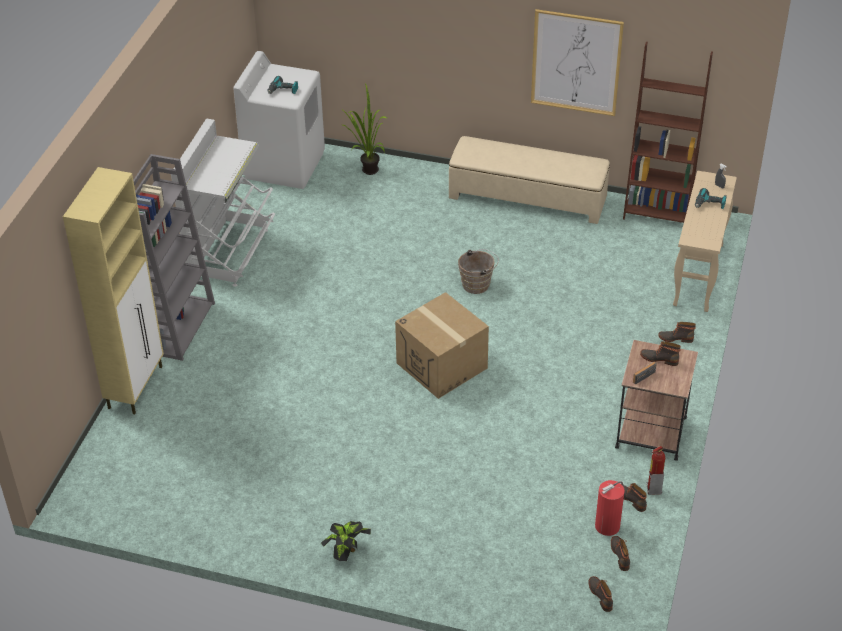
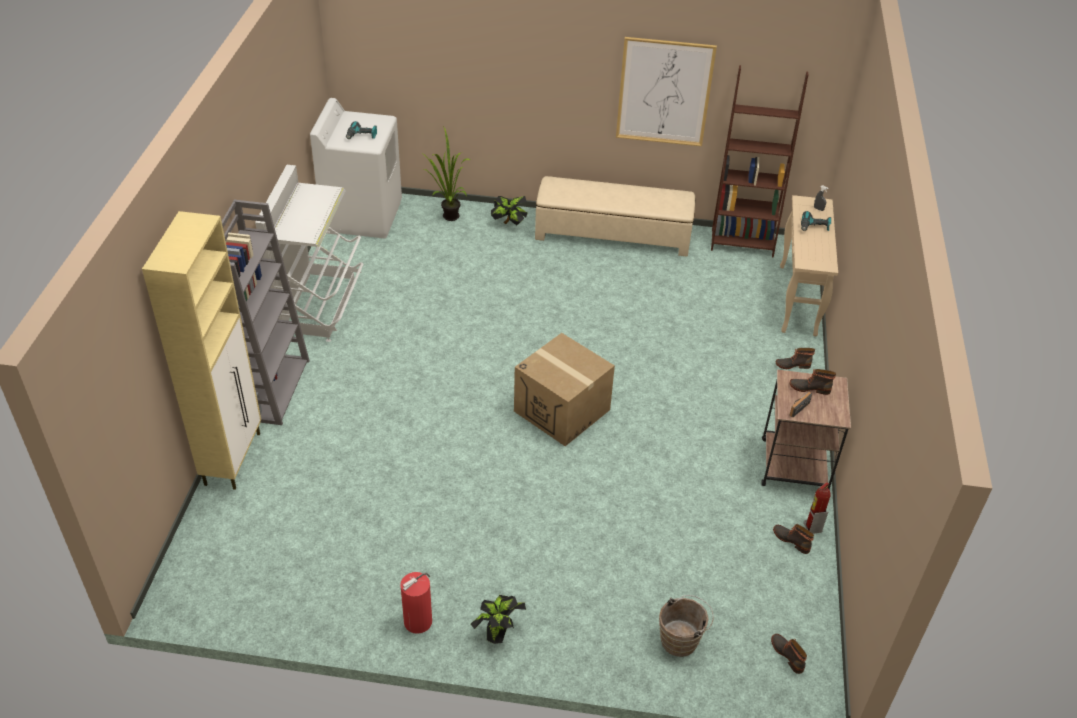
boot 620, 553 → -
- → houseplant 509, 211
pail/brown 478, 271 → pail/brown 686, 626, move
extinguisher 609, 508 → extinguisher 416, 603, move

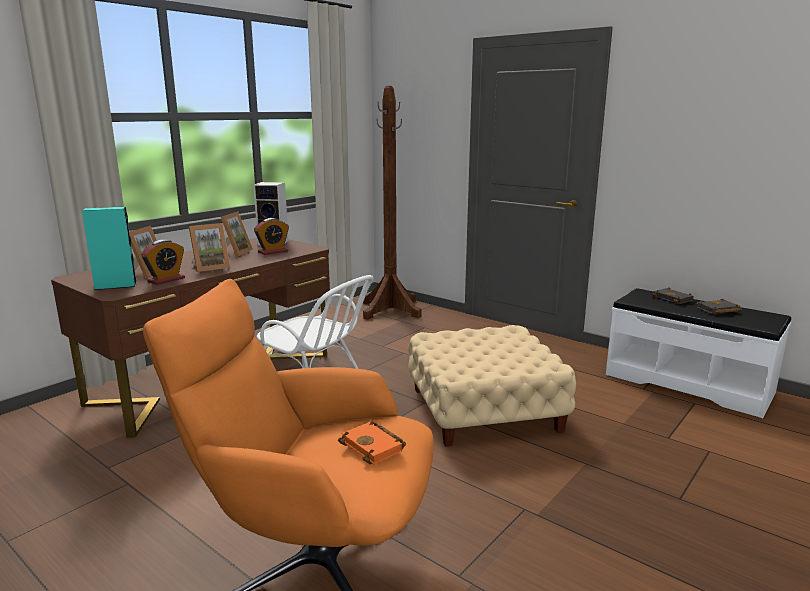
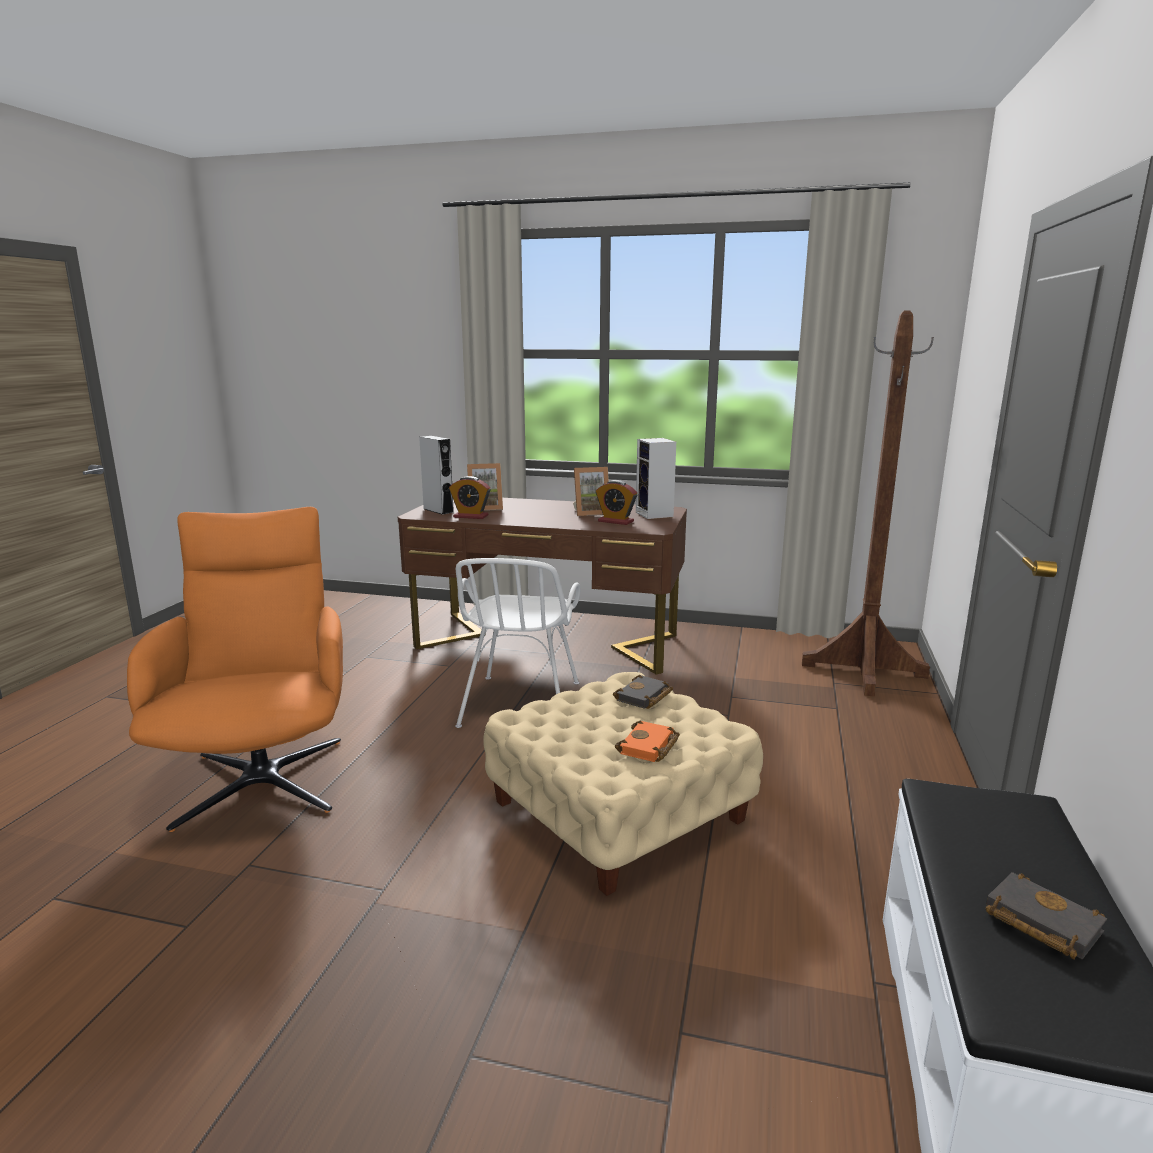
photo frame 209, 247 → -
book/orange-coloured 372, 443 → book/orange-coloured 647, 741, move
book/black 673, 296 → book/black 643, 692, move
audio speaker/turquoise 109, 248 → audio speaker/gray 436, 475

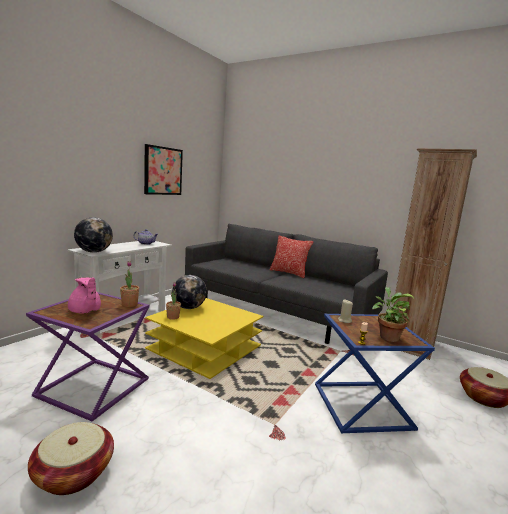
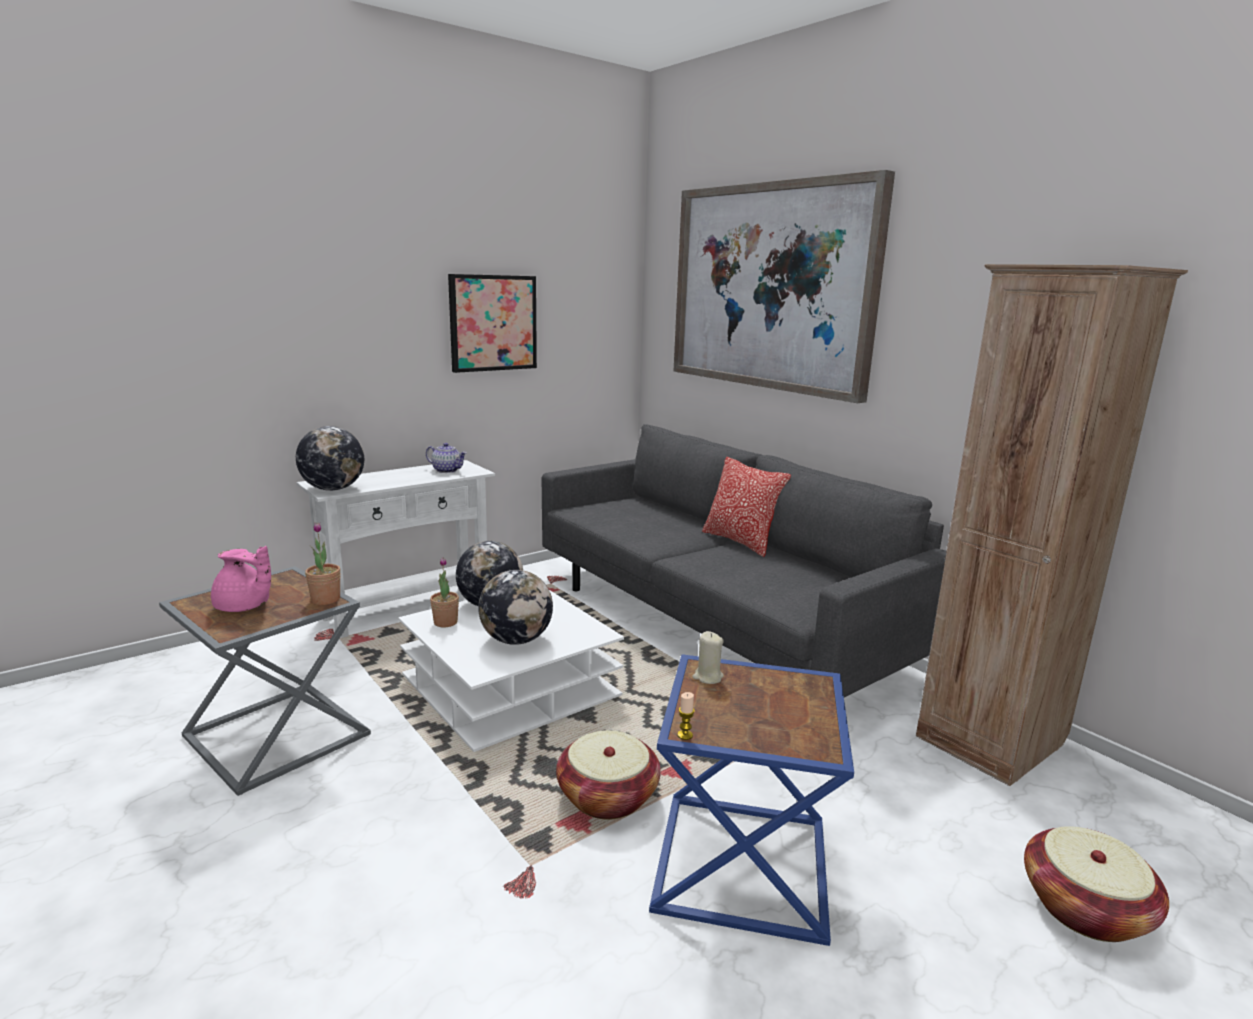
houseplant 393, 314 → -
- → globe 515, 607
- → wall picture 784, 286
storage basket 71, 458 → storage basket 608, 775, move
side table/purple-coloured 88, 356 → side table/gray 265, 681
low table/yellow 204, 338 → low table/whitish 511, 671
pot for tea/pinkish 84, 295 → pot for tea/pinkish 241, 579, 45 degrees counterclockwise

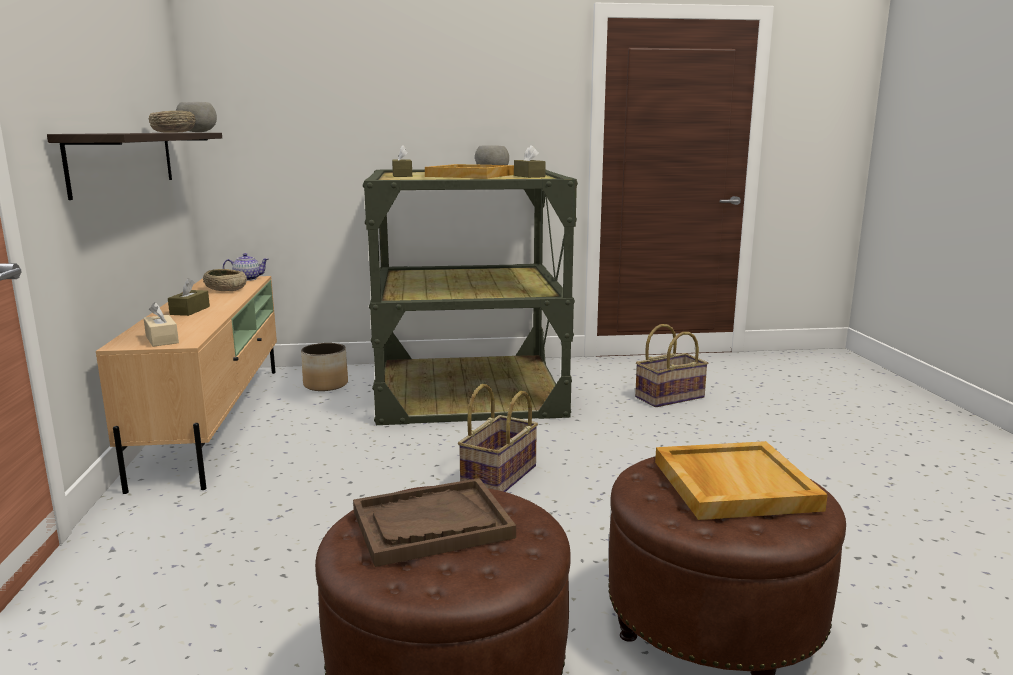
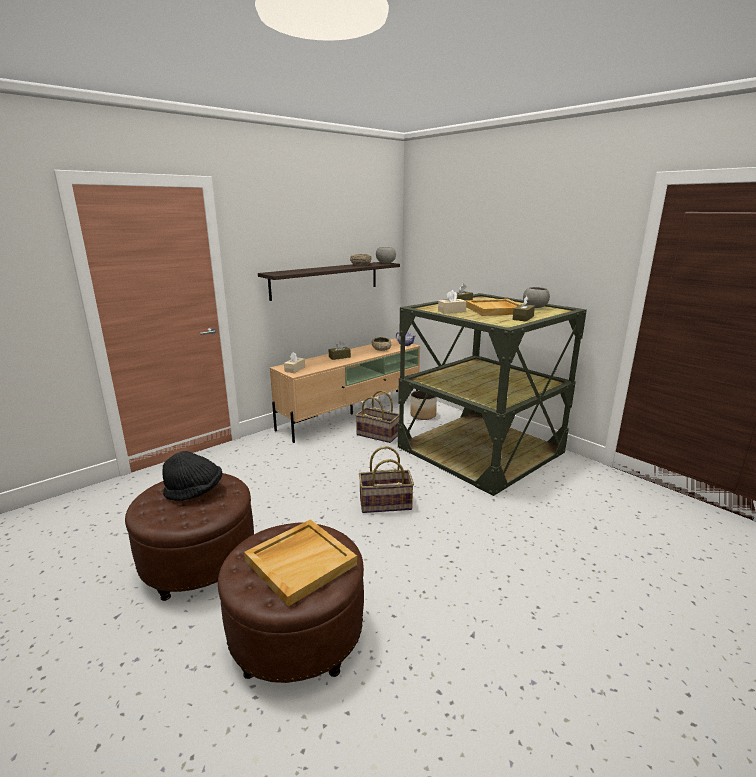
- → tissue box/beige 452, 302
storage basket 671, 365 → storage basket 377, 416, move
carrying tray/brown 434, 522 → hat/black 192, 476

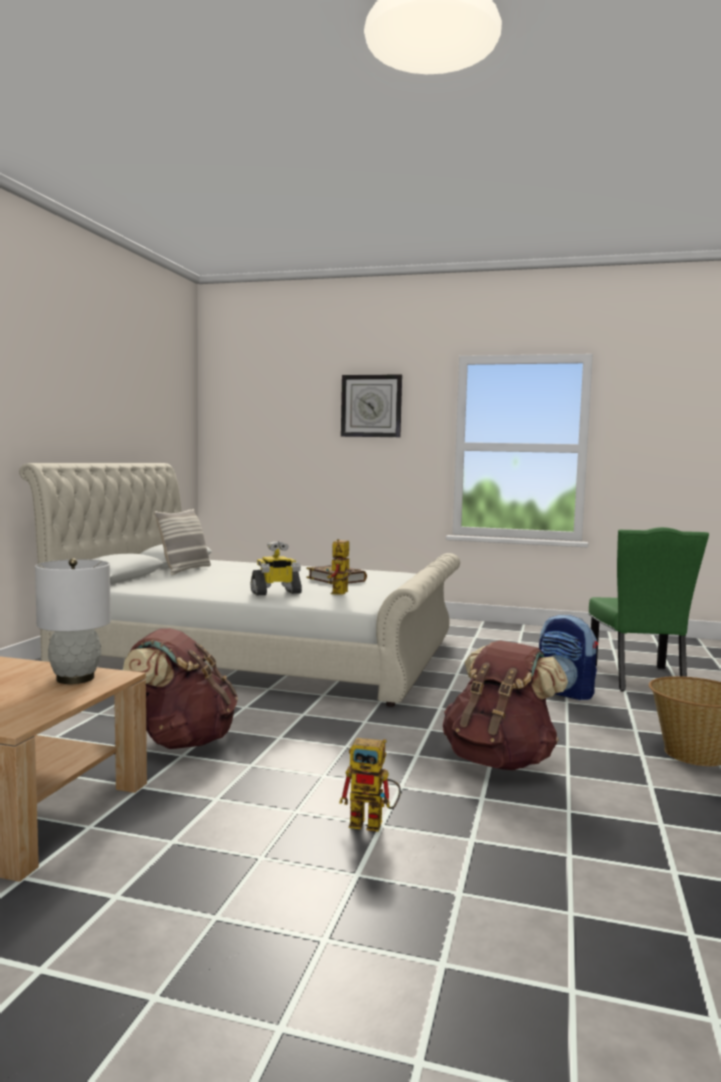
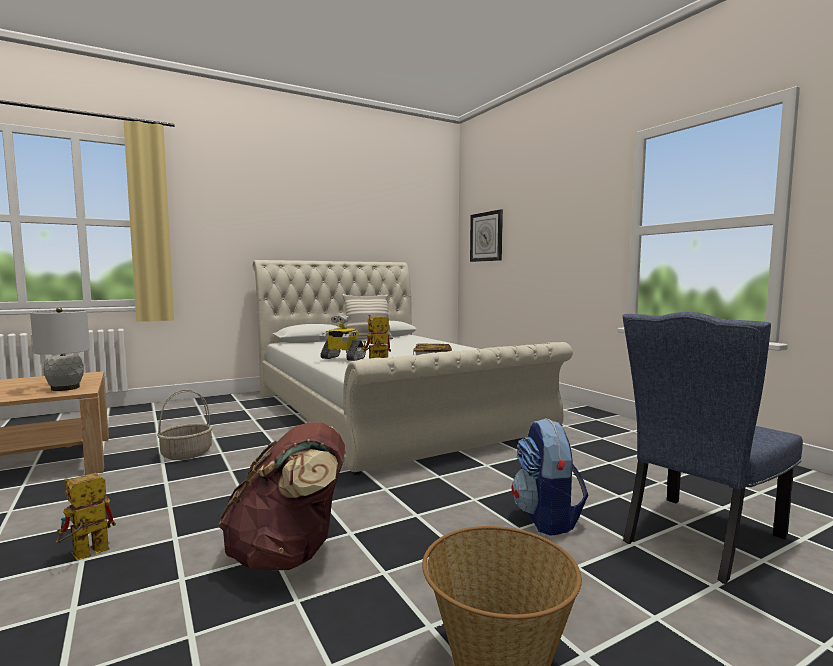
wall clock 371, 406 → wall clock 486, 235, move
backpack/brown 180, 688 → storage basket 185, 425
plain chair/green 648, 609 → plain chair/bluish 713, 448
toy robot 370, 785 → toy robot 86, 516, 75 degrees clockwise

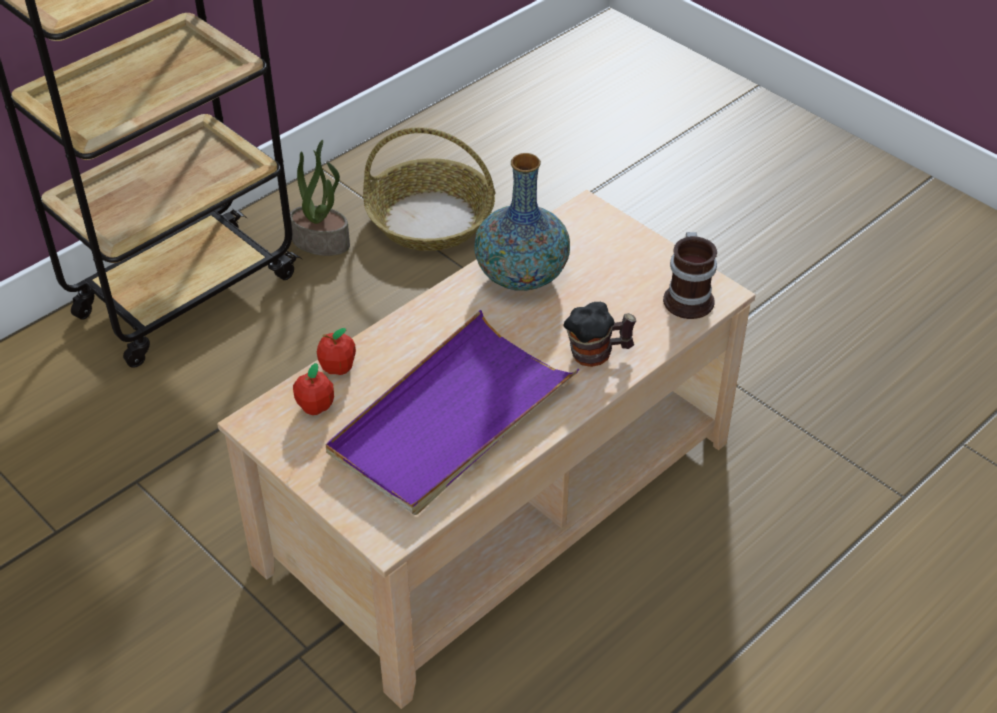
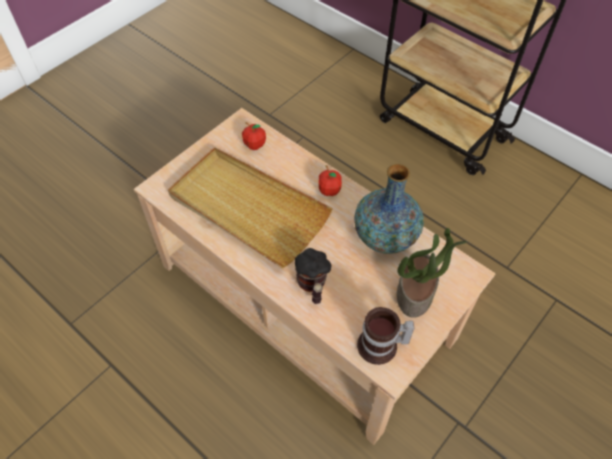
storage basket 429, 189 → -
houseplant 320, 198 → houseplant 432, 273, move
apple 336, 351 → apple 330, 180, move
carrying tray/purple-coloured 452, 412 → carrying tray/beige 250, 207

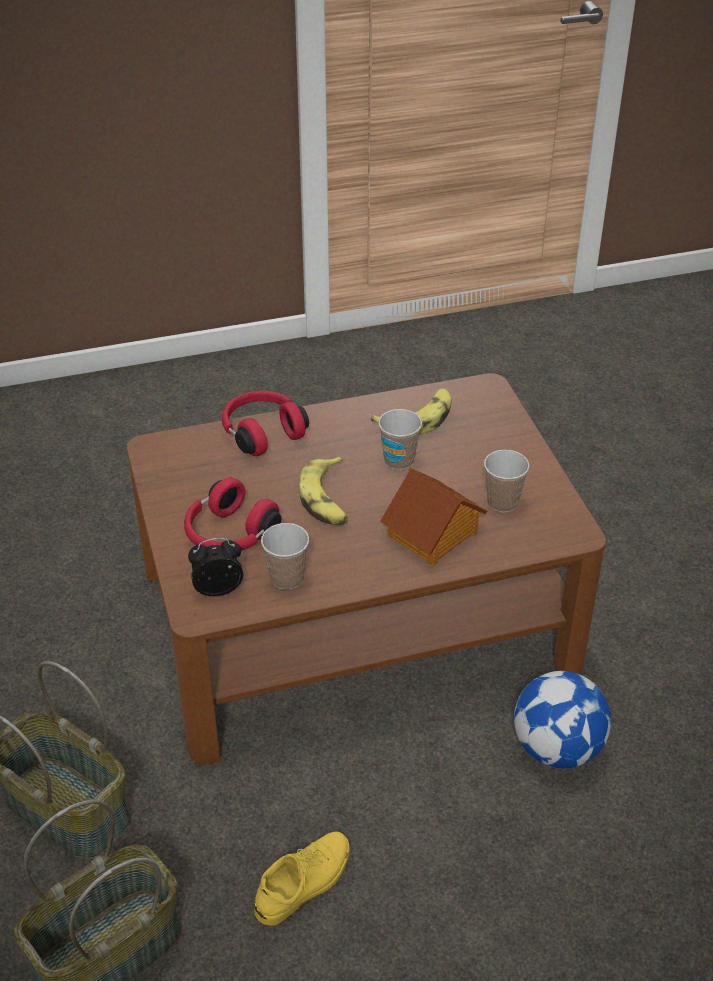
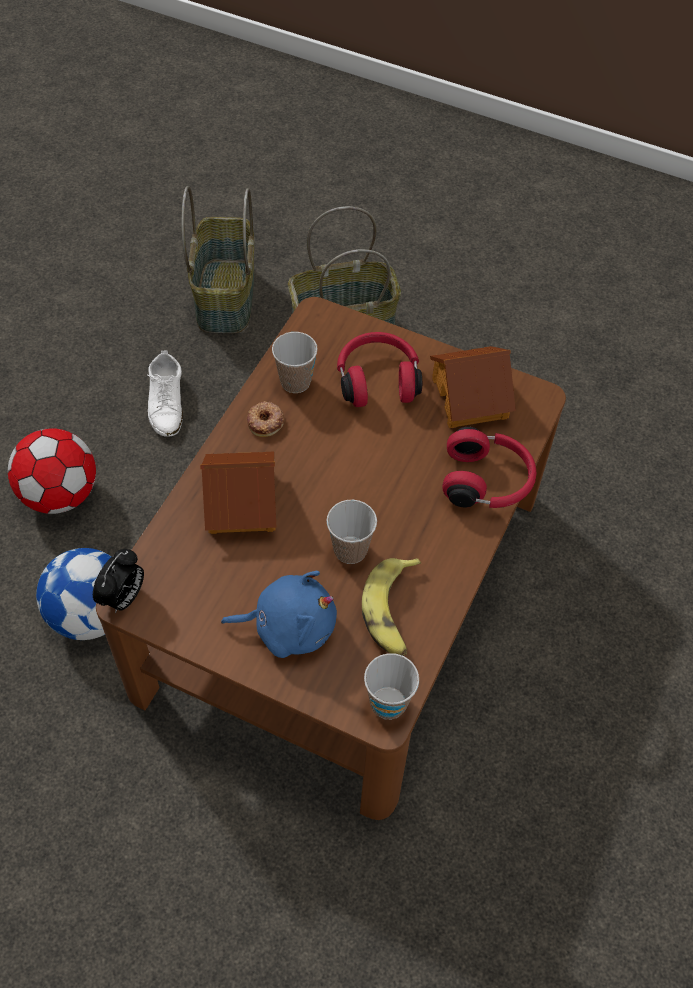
banana 323, 490 → -
- → ball for football 52, 471
- → plush toy/bluish 279, 614
- → donut 266, 419
- → toy house 473, 387
bedside clock 215, 567 → bedside clock 118, 581, move
cup 507, 481 → cup 391, 686, move
item of footwear/yellow 302, 879 → item of footwear/whitish 165, 393

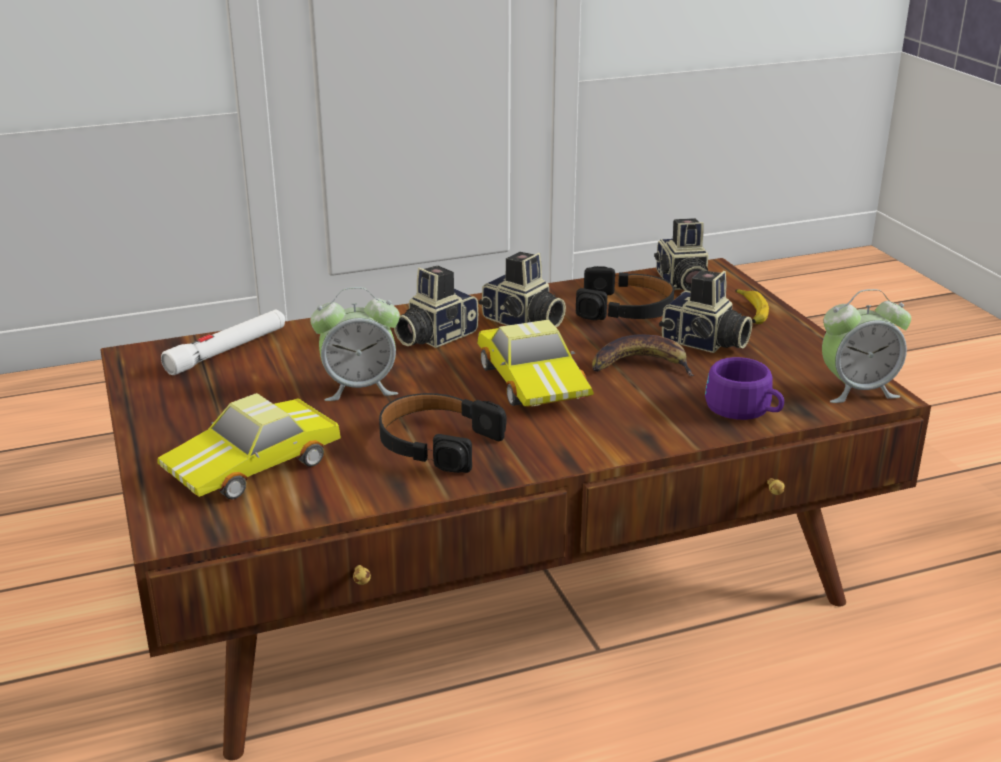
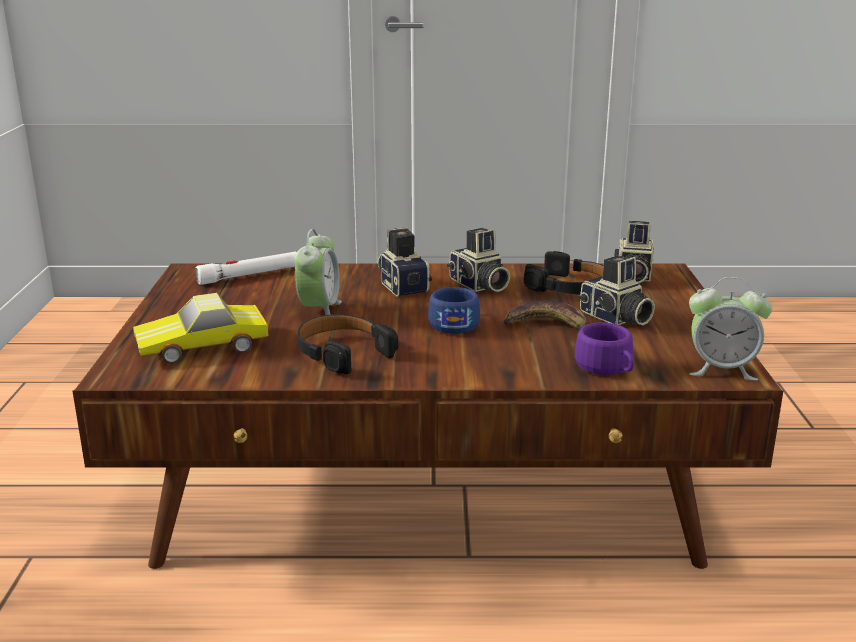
banana 752, 306 → -
model car 535, 363 → cup/bluish 454, 310
bedside clock 355, 344 → bedside clock 318, 272, 90 degrees counterclockwise
photo camera 436, 307 → photo camera 405, 262, 90 degrees clockwise

